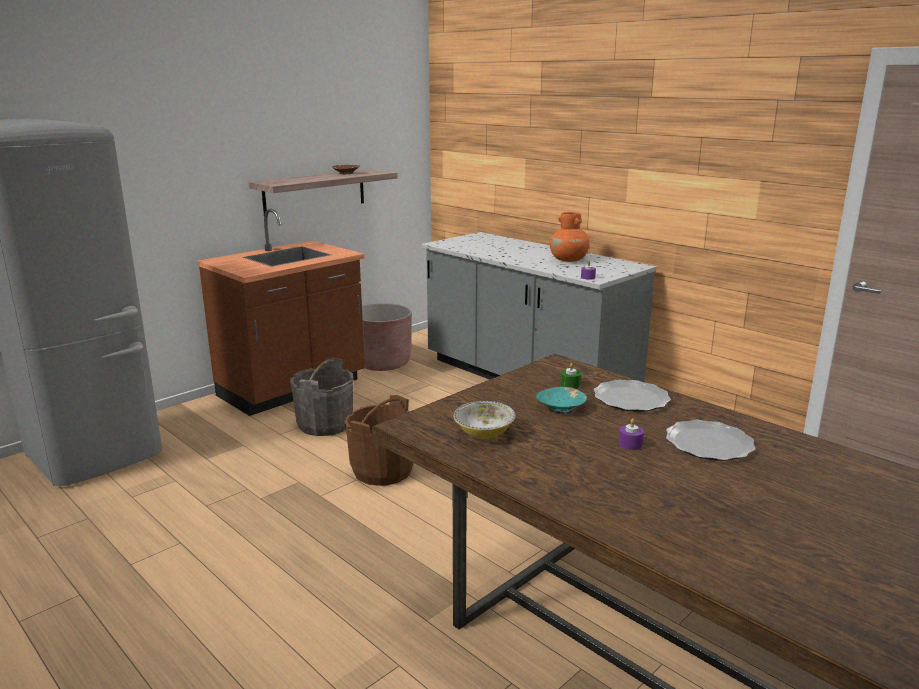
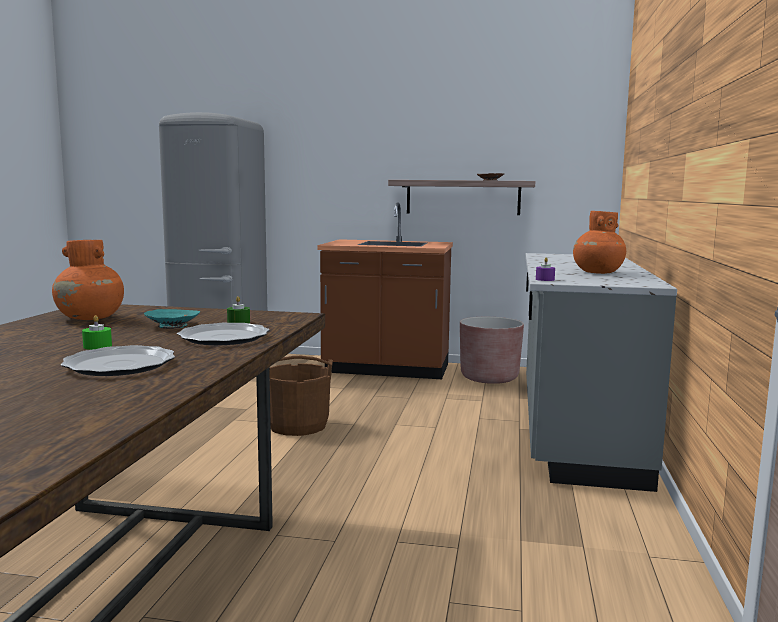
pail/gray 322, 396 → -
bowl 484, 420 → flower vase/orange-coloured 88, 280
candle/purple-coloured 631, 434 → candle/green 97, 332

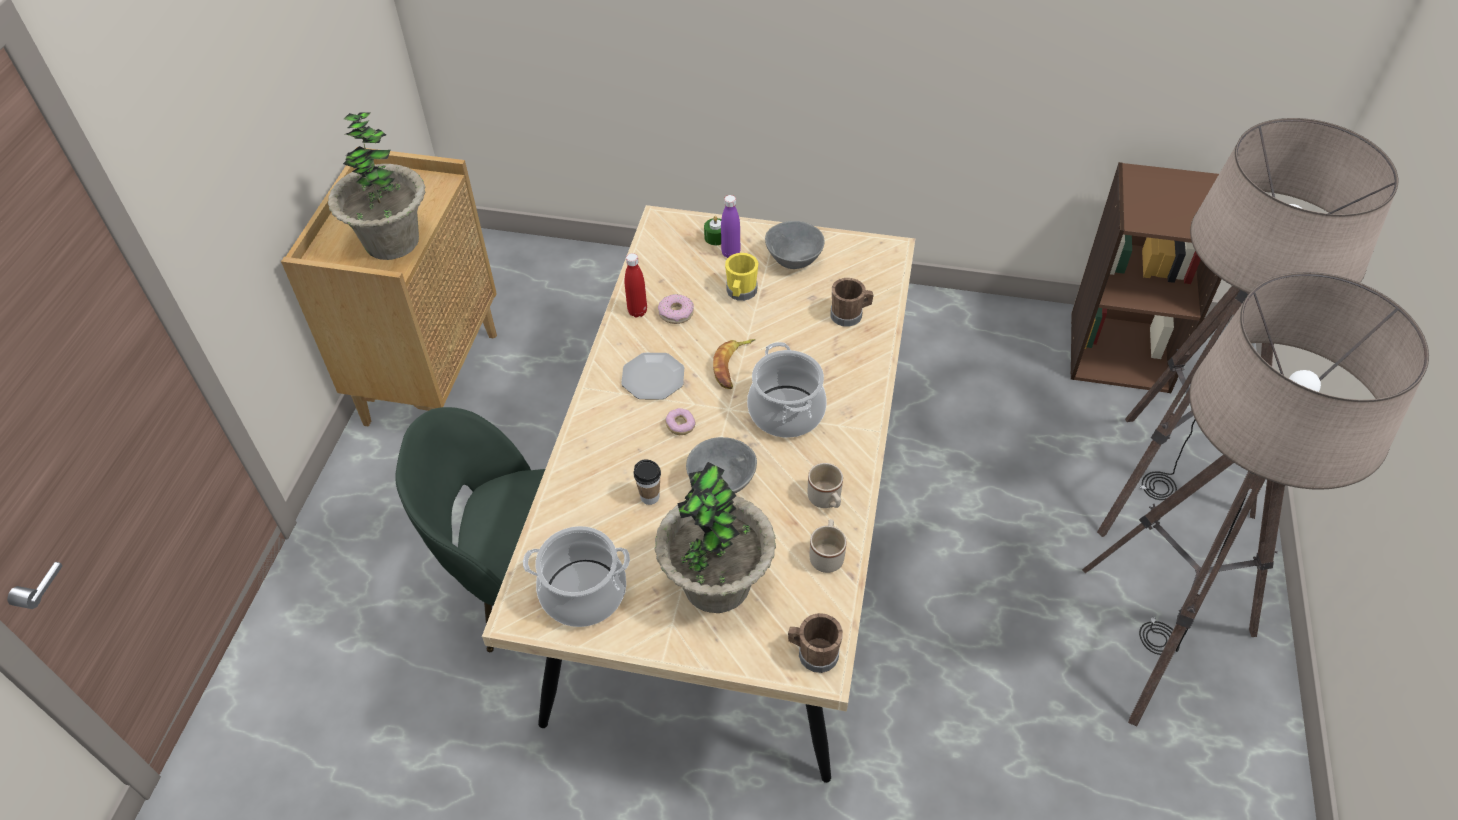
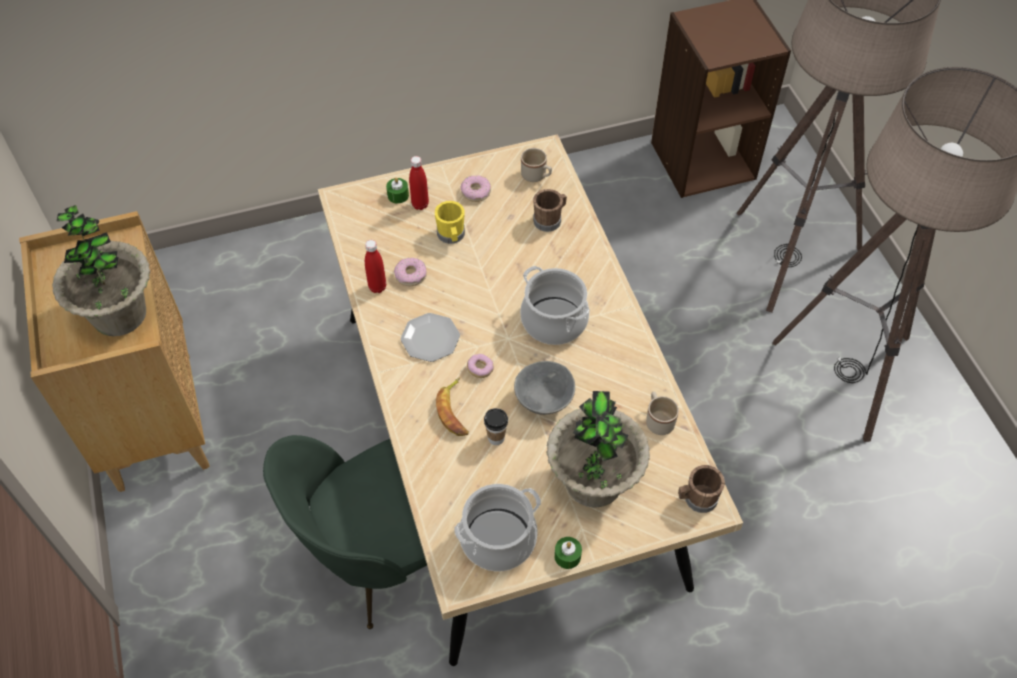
- → candle/green 568, 553
banana 734, 364 → banana 452, 406, move
mug/beige 825, 485 → mug/beige 536, 165, move
bowl/gray 794, 245 → donut 475, 188
beverage bottle/purple-coloured 730, 226 → beverage bottle/red 419, 183

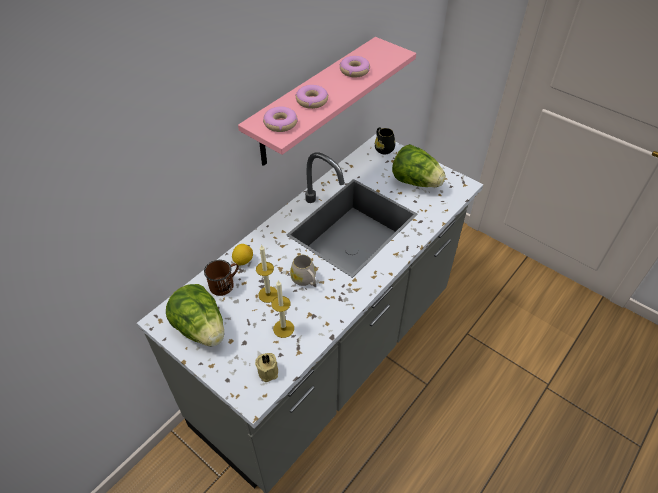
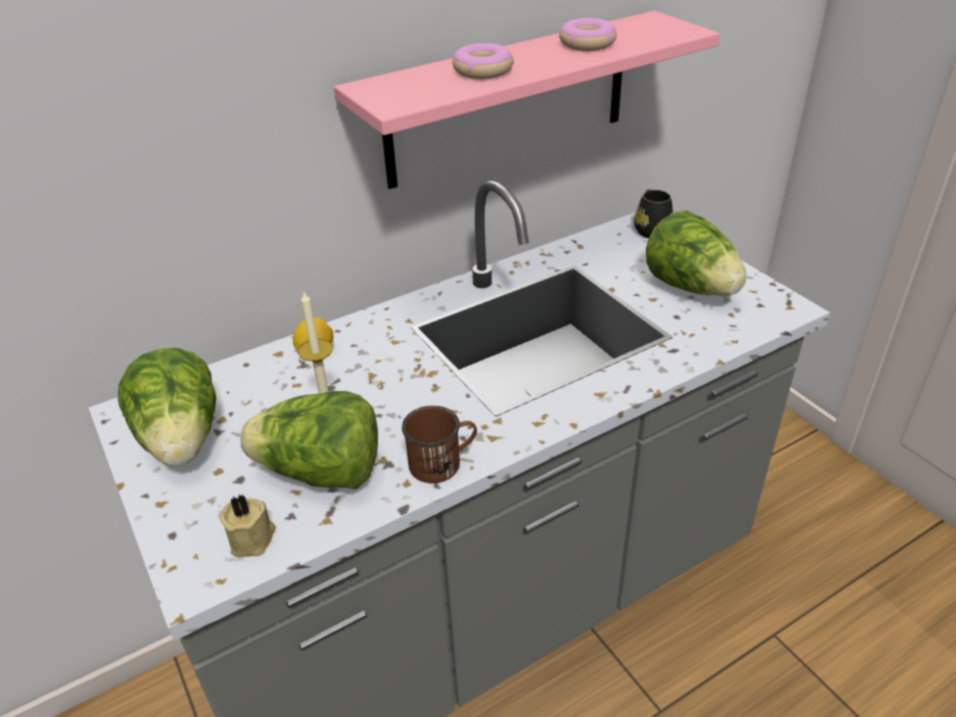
donut 280, 119 → -
mug/whitish 303, 270 → -
mug/brown 221, 278 → mug/brown 439, 444, move
candle 283, 309 → head of lettuce 309, 440

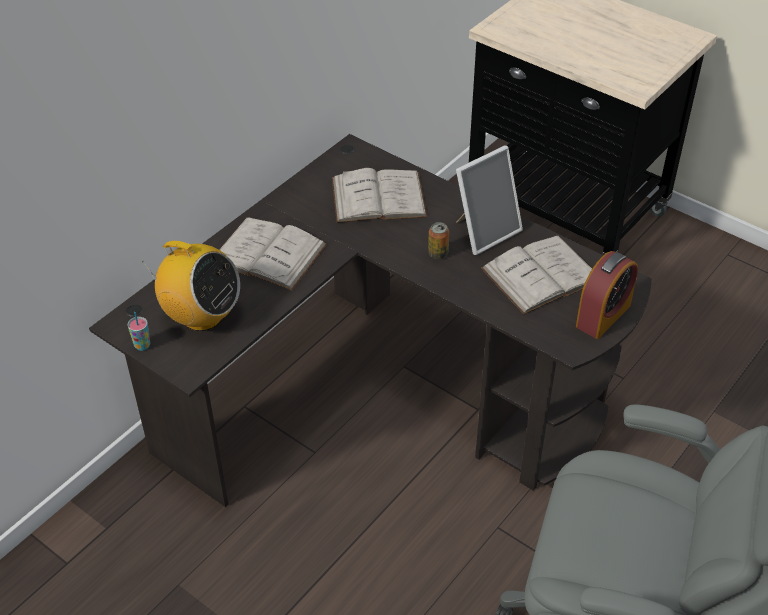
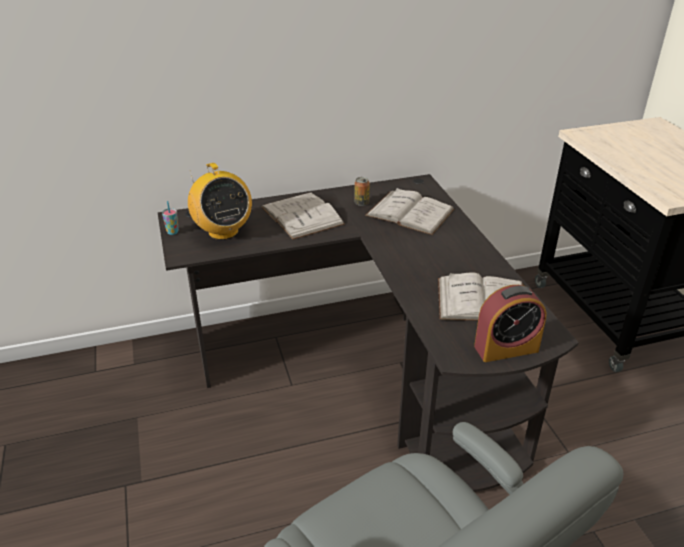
photo frame 489, 200 → -
sealed can 438, 240 → sealed can 362, 191, move

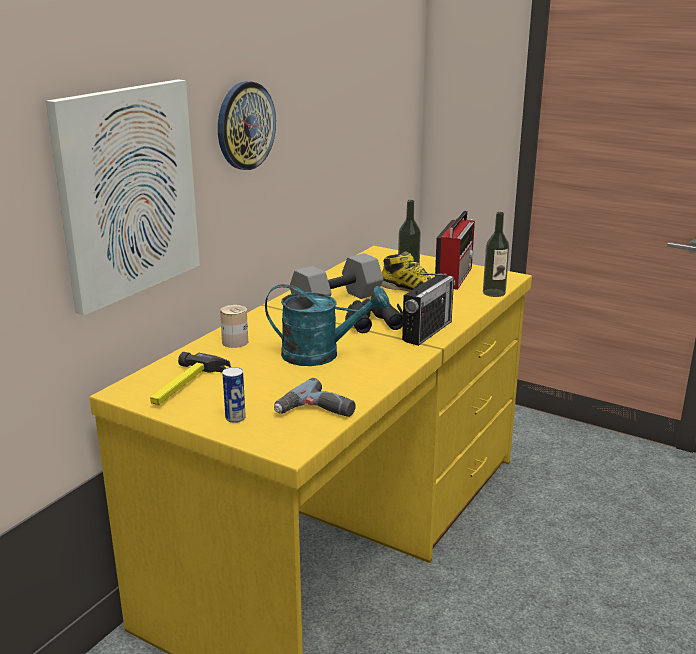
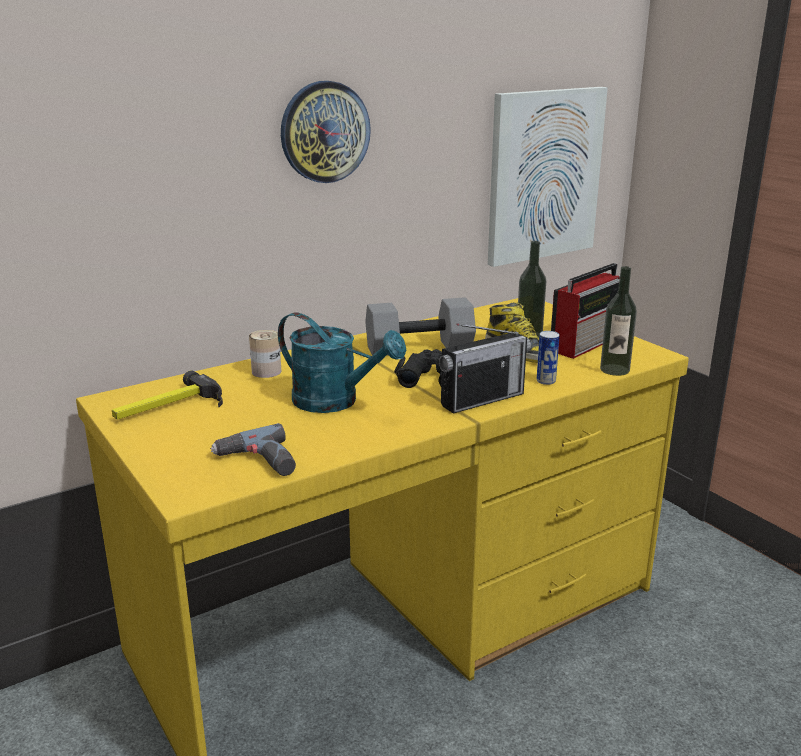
wall picture 123, 197 → wall picture 548, 177, move
sealed can 234, 395 → sealed can 548, 358, move

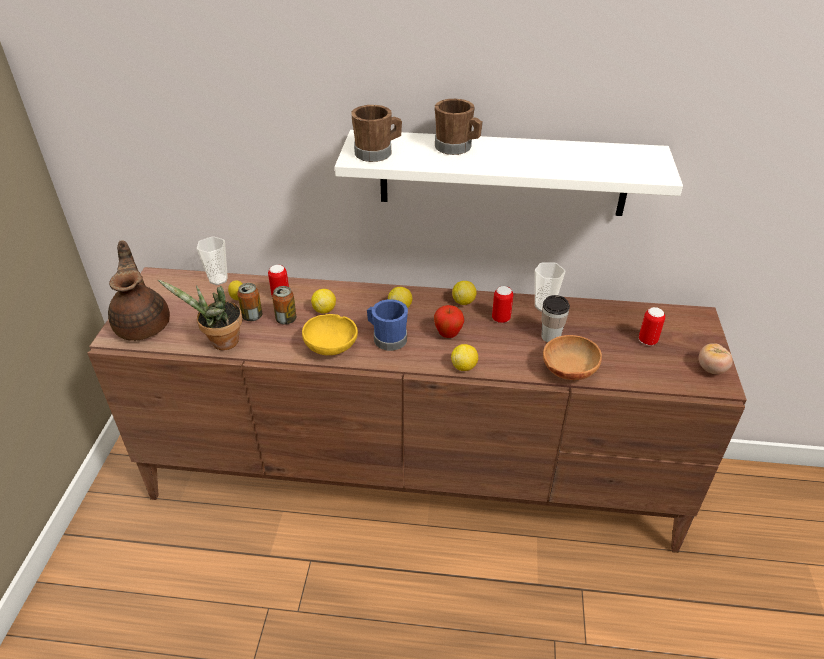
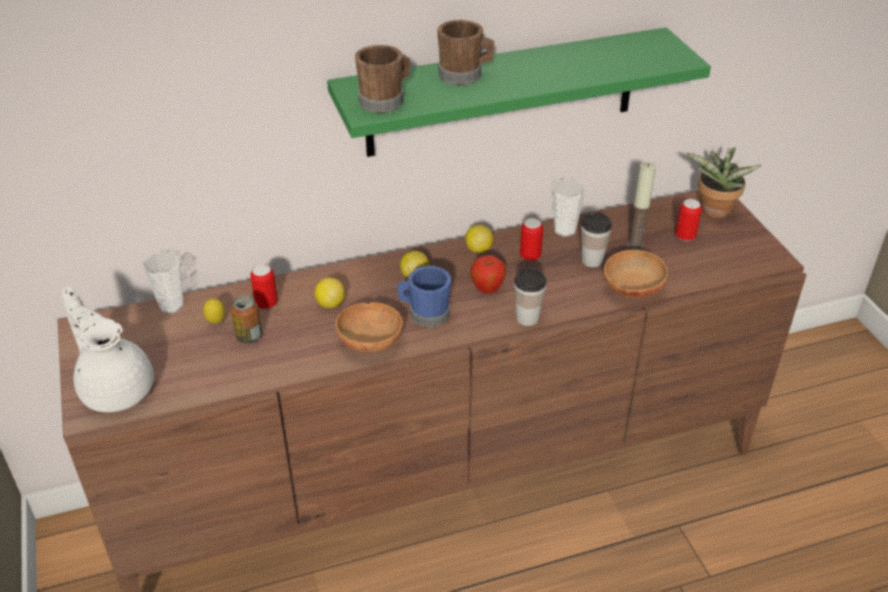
sealed can 284, 305 → -
whole tomato 716, 358 → -
- → candle 641, 206
houseplant 200, 315 → houseplant 724, 182, move
lemon 464, 357 → cup 530, 297
pot for tea/brown 139, 291 → pot for tea/whitish 108, 349
bowl/yellow 330, 334 → bowl/brown 369, 327
wall shelf/whitish 509, 173 → wall shelf/green 519, 92

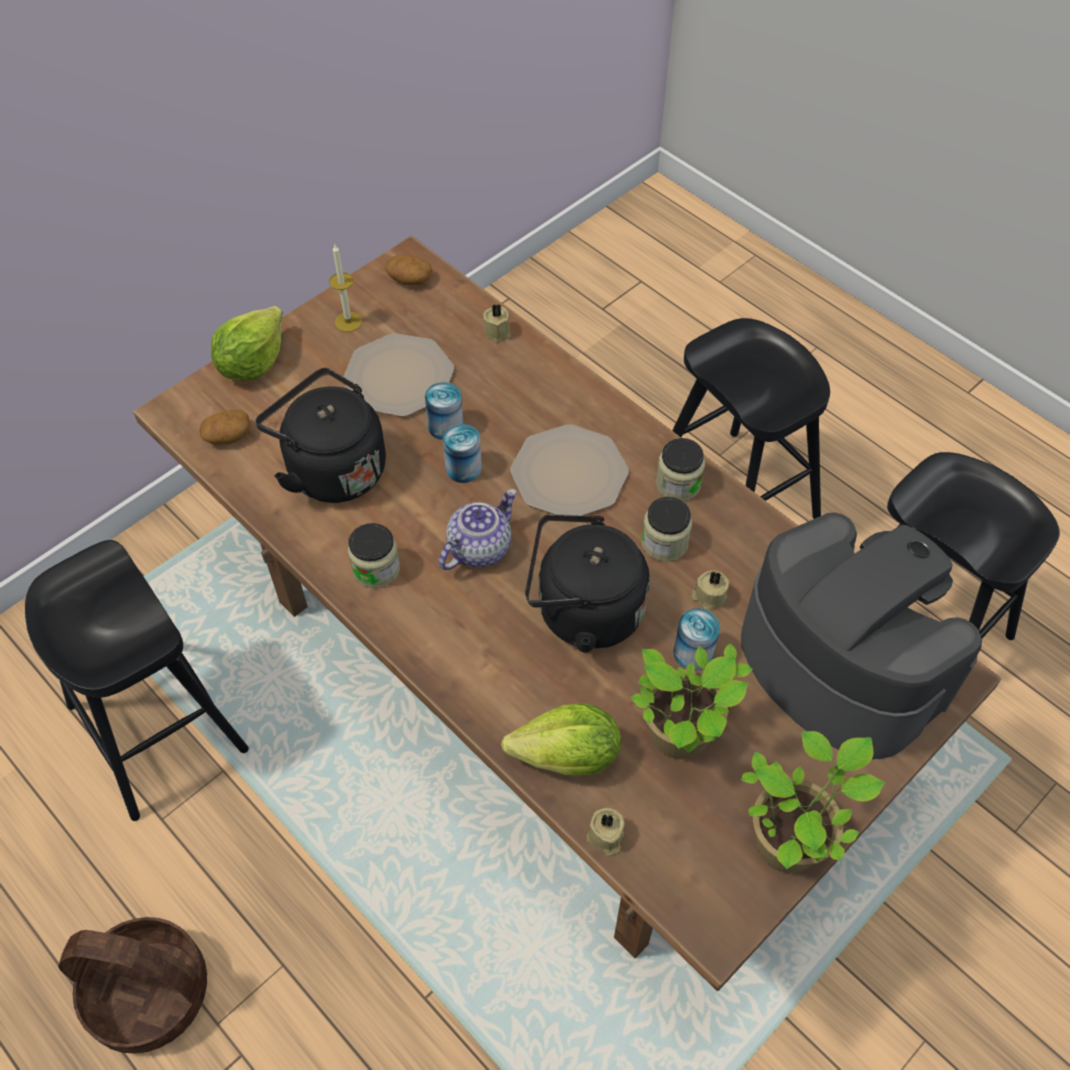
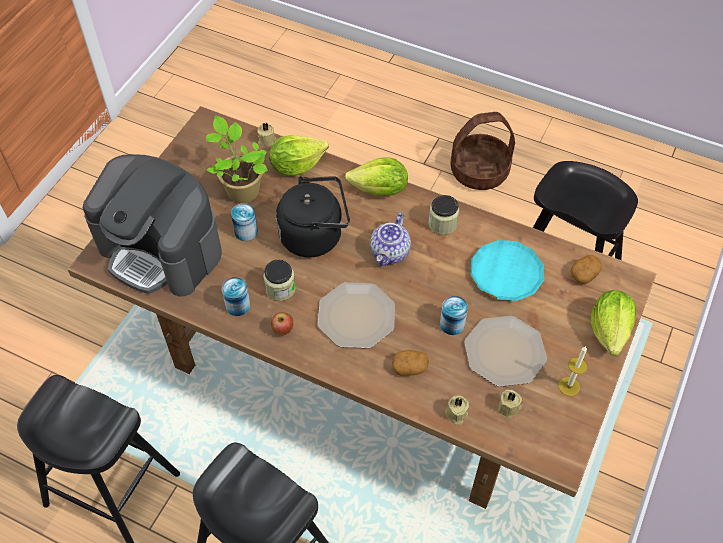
houseplant 813, 802 → -
- → head of lettuce 376, 176
whole potato 409, 270 → whole potato 410, 363, move
sealed can 462, 453 → sealed can 236, 296, move
candle/beige 710, 590 → candle/beige 510, 404, move
tea kettle/black 320, 435 → dinner plate/turquoise 507, 270
preserve jar 680, 469 → apple 282, 324

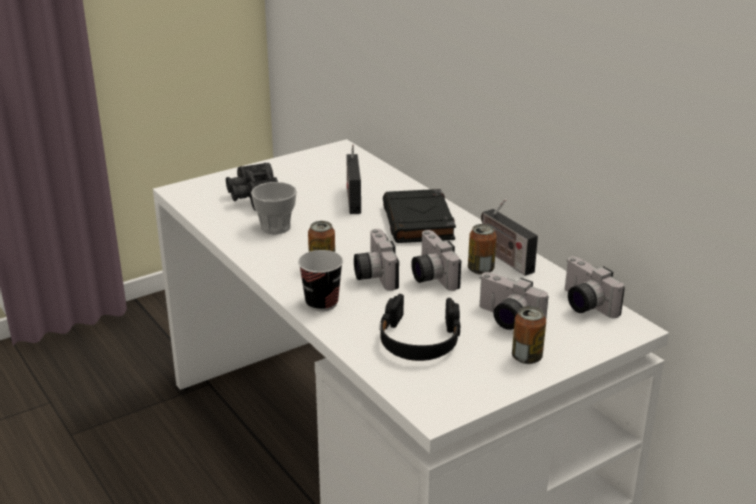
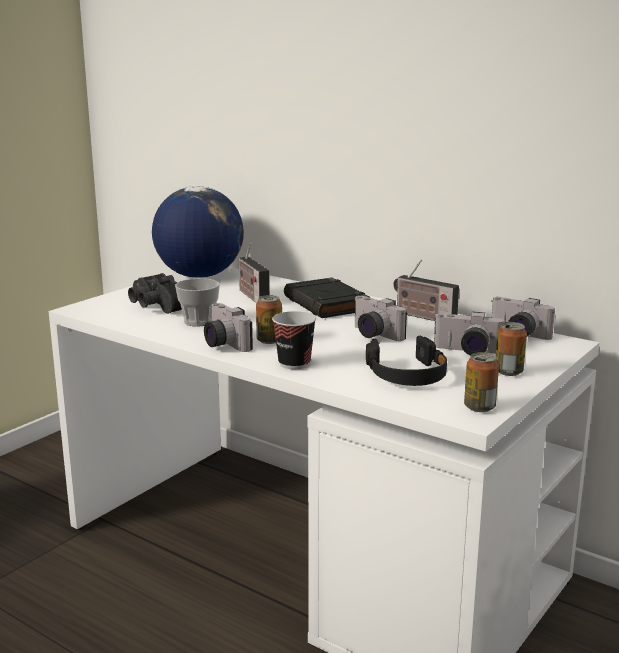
- → globe 198, 232
photo camera 376, 260 → photo camera 228, 327, move
sealed can 482, 249 → sealed can 481, 382, move

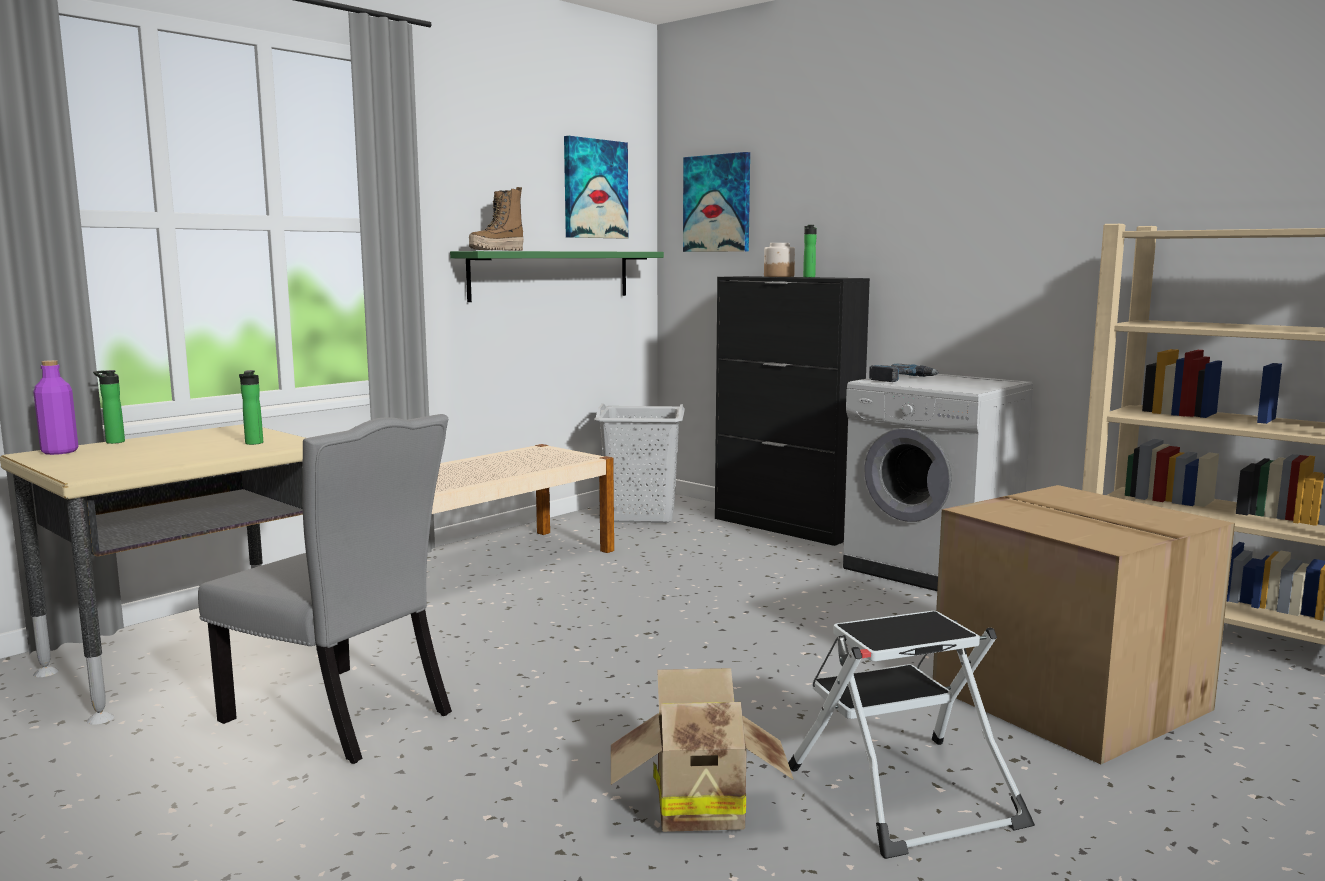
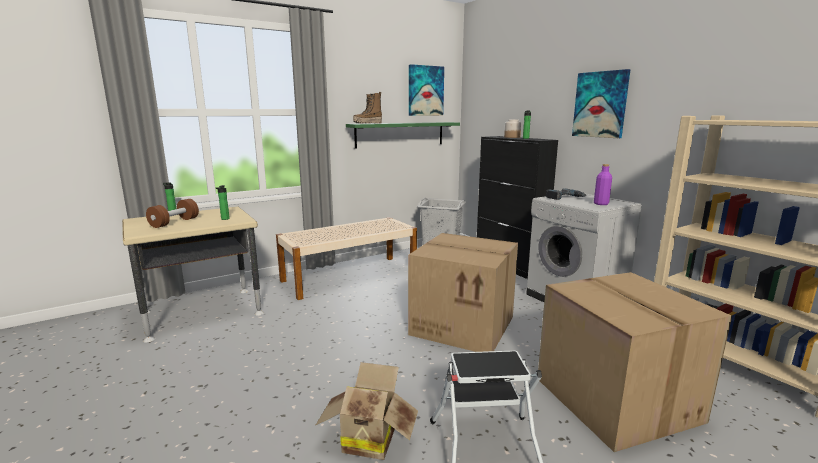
plain chair/gray 325, 589 → -
- → free weight/brown 172, 213
- → carton 463, 292
beverage bottle/purple-coloured 55, 407 → beverage bottle/purple-coloured 603, 184, move
wall picture 716, 202 → wall picture 601, 103, move

